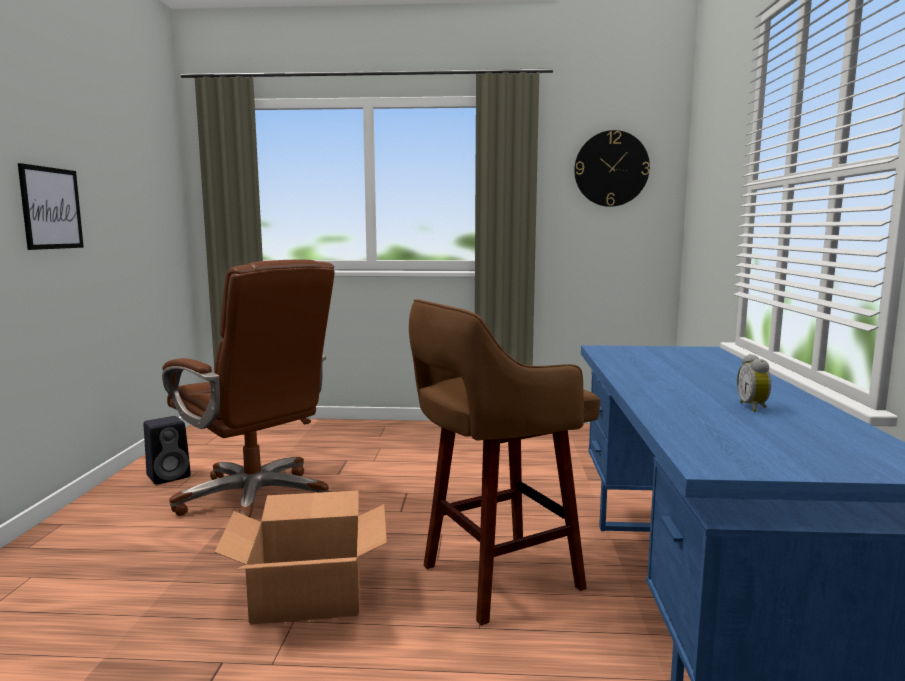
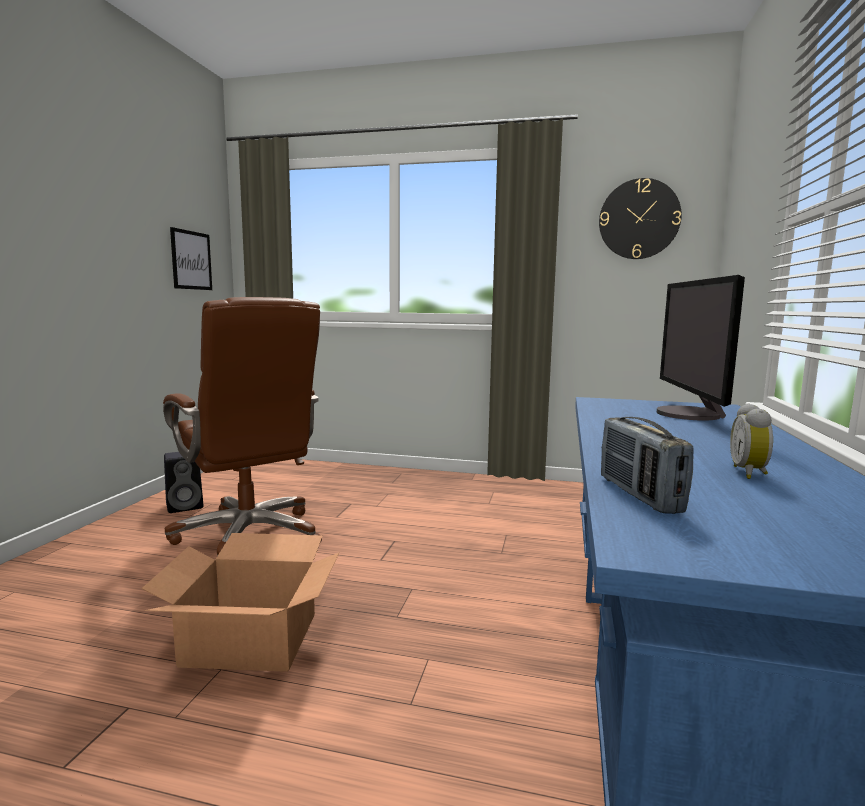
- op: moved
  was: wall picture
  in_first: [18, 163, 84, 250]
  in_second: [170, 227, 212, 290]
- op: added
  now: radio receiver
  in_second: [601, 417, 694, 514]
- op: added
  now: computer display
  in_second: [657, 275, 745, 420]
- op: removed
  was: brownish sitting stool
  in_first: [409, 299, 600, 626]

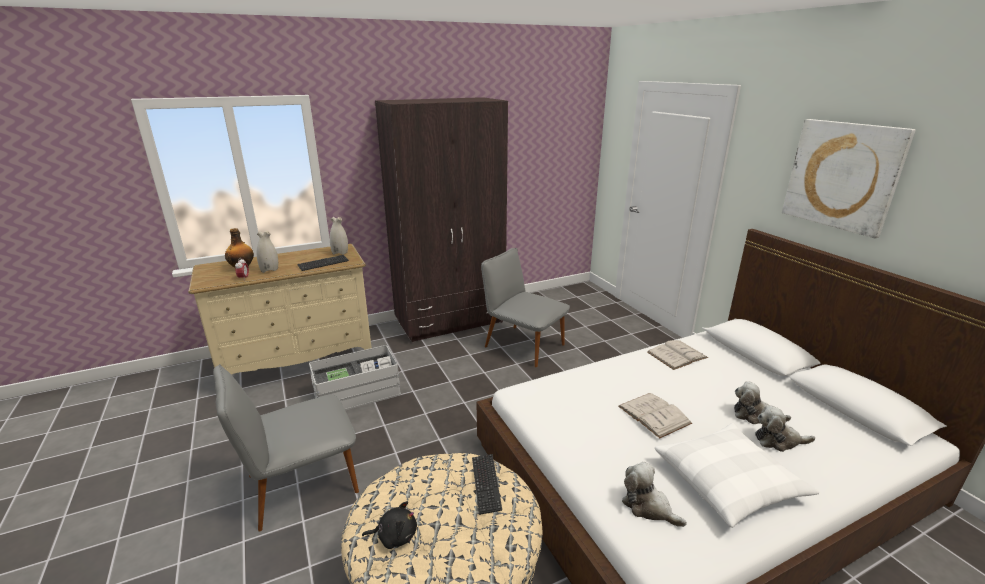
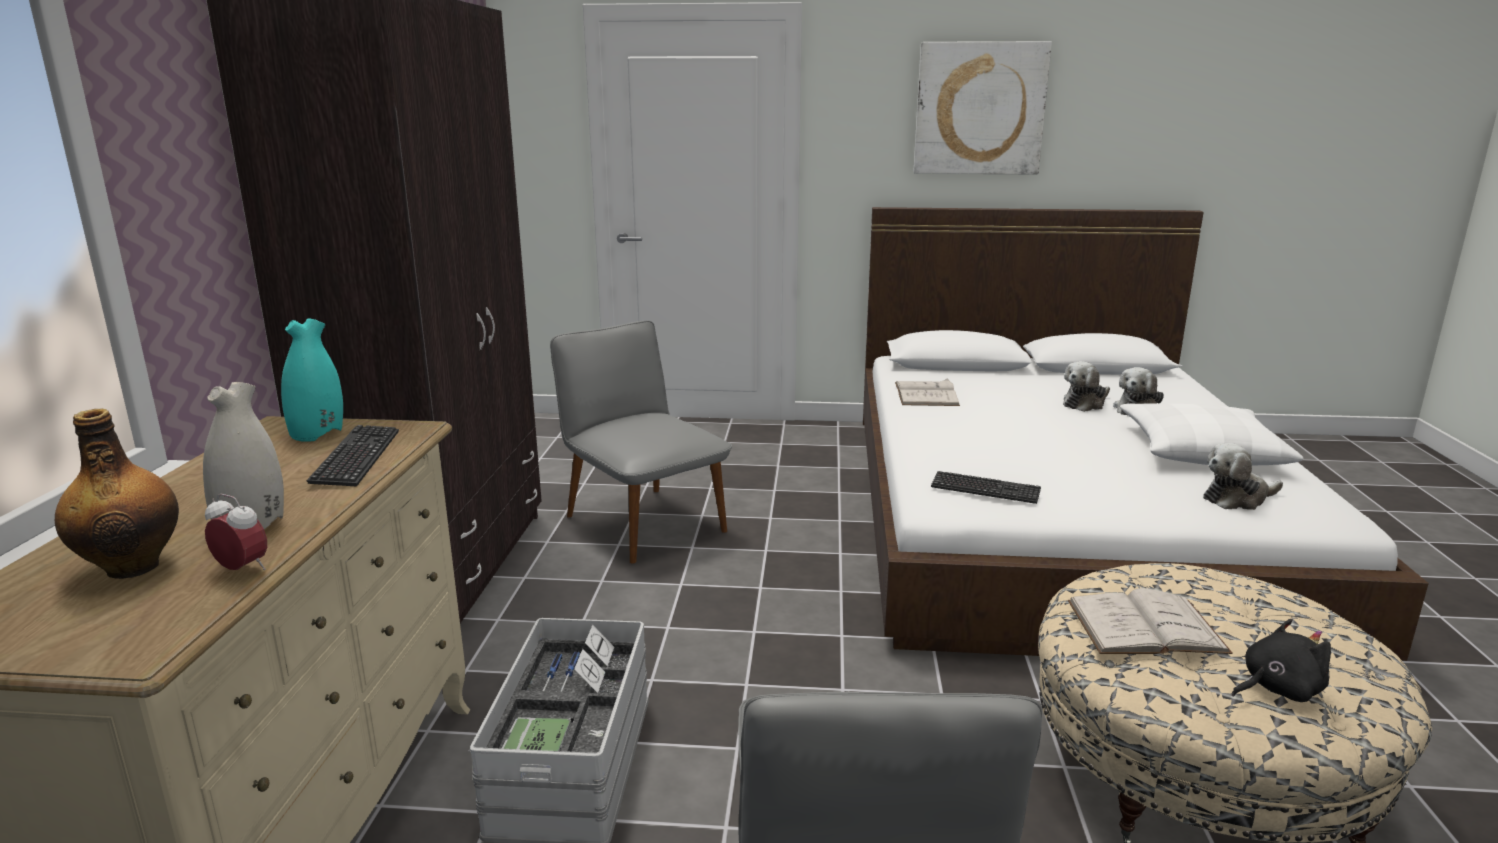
- op: recoloured
  was: white-coloured decorative vase
  now: blue-green decorative vase
  in_first: [330, 217, 348, 255]
  in_second: [281, 319, 343, 442]
- op: turned
  was: gray upright chair
  in_first: [481, 248, 570, 367]
  in_second: [550, 321, 732, 564]
  clockwise: 75
- op: moved
  was: PC keyboard
  in_first: [472, 454, 502, 515]
  in_second: [931, 471, 1041, 504]
- op: moved
  was: white-coloured book
  in_first: [618, 393, 692, 439]
  in_second: [1068, 588, 1233, 654]
- op: turned
  was: blackish cuddly toy
  in_first: [362, 501, 417, 549]
  in_second: [1232, 619, 1331, 702]
  clockwise: 45

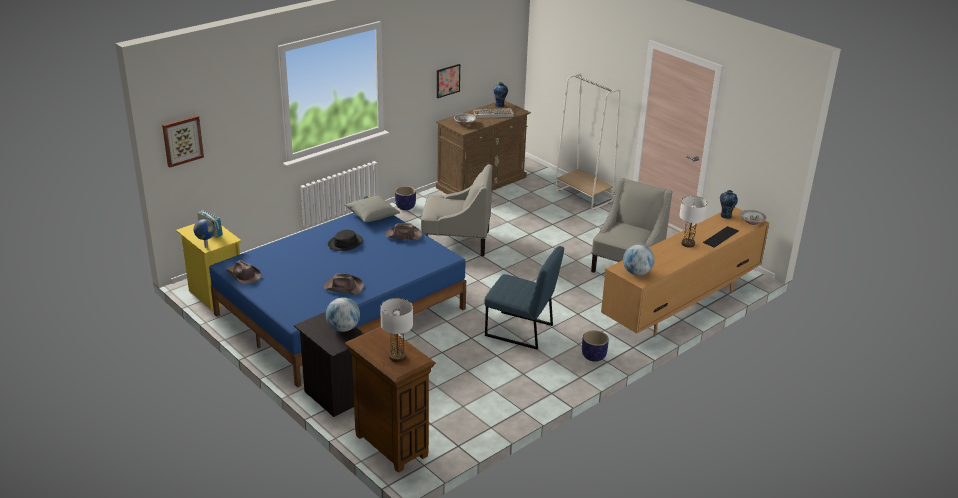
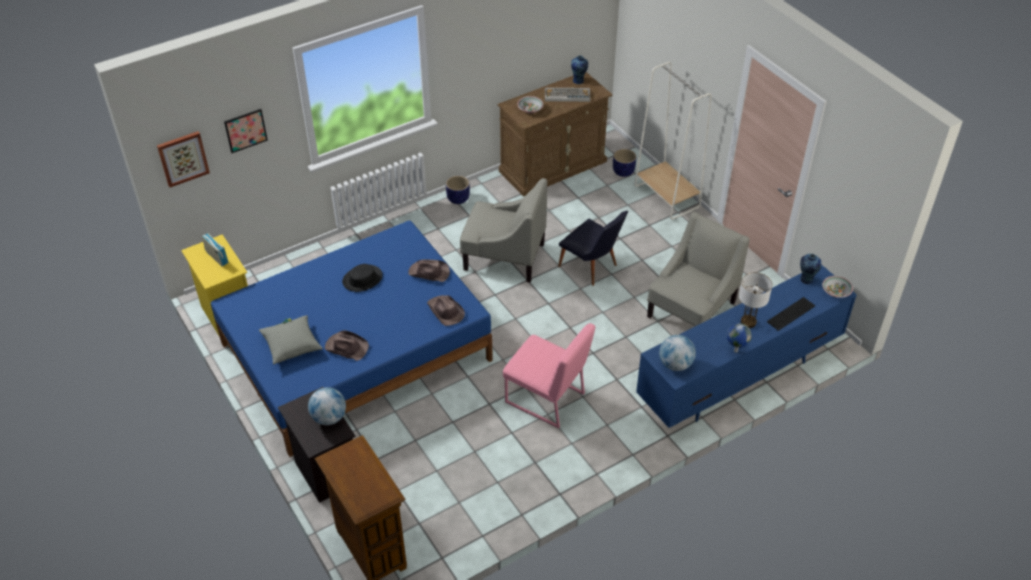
- op: moved
  was: wall picture
  in_first: [437, 64, 460, 98]
  in_second: [224, 109, 268, 153]
- op: moved
  was: gray pillow
  in_first: [345, 196, 400, 222]
  in_second: [259, 315, 323, 364]
- op: moved
  was: brownish clothing hat
  in_first: [226, 260, 261, 285]
  in_second: [427, 295, 465, 326]
- op: recoloured
  was: blue-coloured upright chair
  now: pink-coloured upright chair
  in_first: [484, 246, 564, 350]
  in_second: [503, 323, 595, 428]
- op: added
  now: blackish upright chair
  in_second: [558, 211, 628, 286]
- op: moved
  was: plant pot
  in_first: [582, 330, 609, 362]
  in_second: [613, 149, 636, 177]
- op: recoloured
  was: brownish storage cabinet
  now: blue-coloured storage cabinet
  in_first: [601, 207, 769, 336]
  in_second: [636, 264, 857, 428]
- op: moved
  was: desk globe
  in_first: [194, 219, 215, 248]
  in_second: [727, 323, 752, 353]
- op: removed
  was: table lamp
  in_first: [380, 298, 413, 362]

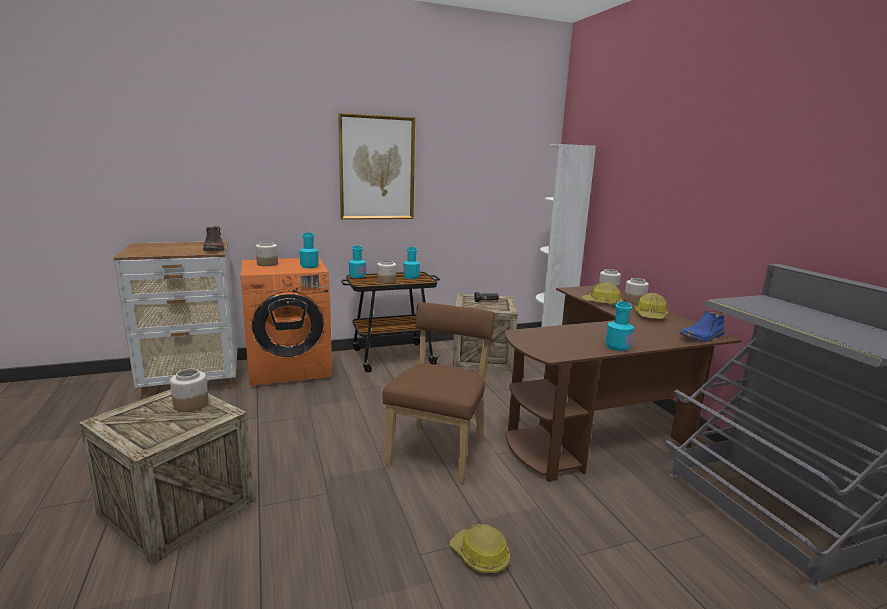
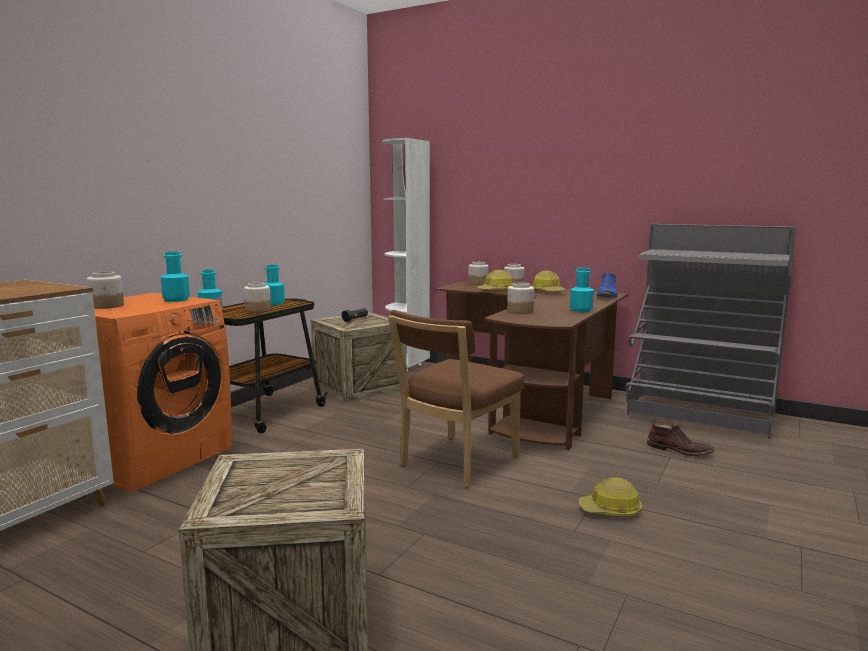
- op: turned
  was: brownish upright chair
  in_first: [383, 302, 495, 483]
  in_second: [388, 310, 524, 488]
  clockwise: -120
- op: moved
  was: preserve jar
  in_first: [170, 369, 209, 412]
  in_second: [507, 282, 534, 314]
- op: moved
  was: brownish tall boot
  in_first: [203, 226, 224, 251]
  in_second: [647, 421, 715, 456]
- op: removed
  was: wall picture
  in_first: [338, 113, 415, 220]

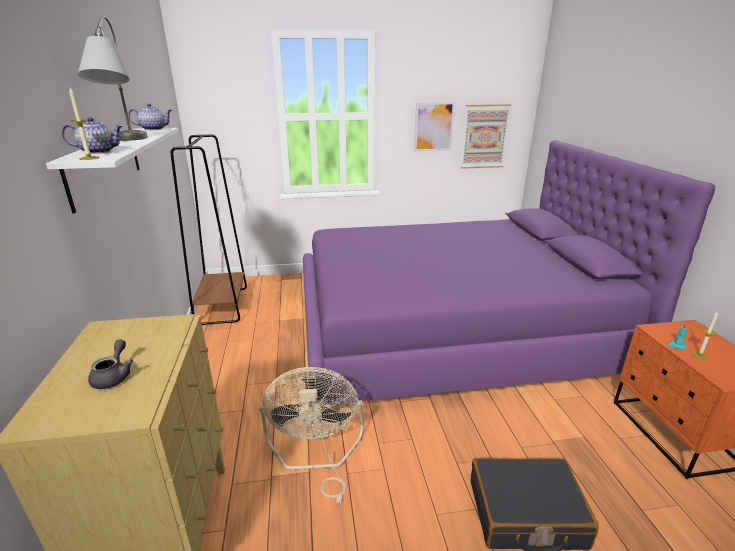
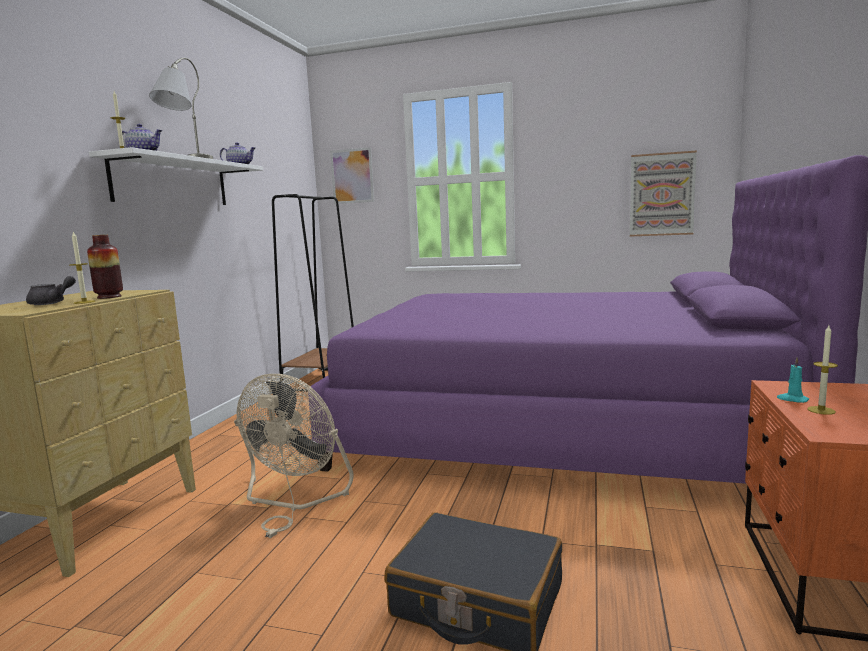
- op: added
  now: candle
  in_second: [70, 232, 95, 304]
- op: added
  now: decorative vase
  in_second: [87, 235, 123, 299]
- op: moved
  was: wall picture
  in_first: [414, 102, 455, 152]
  in_second: [330, 147, 374, 204]

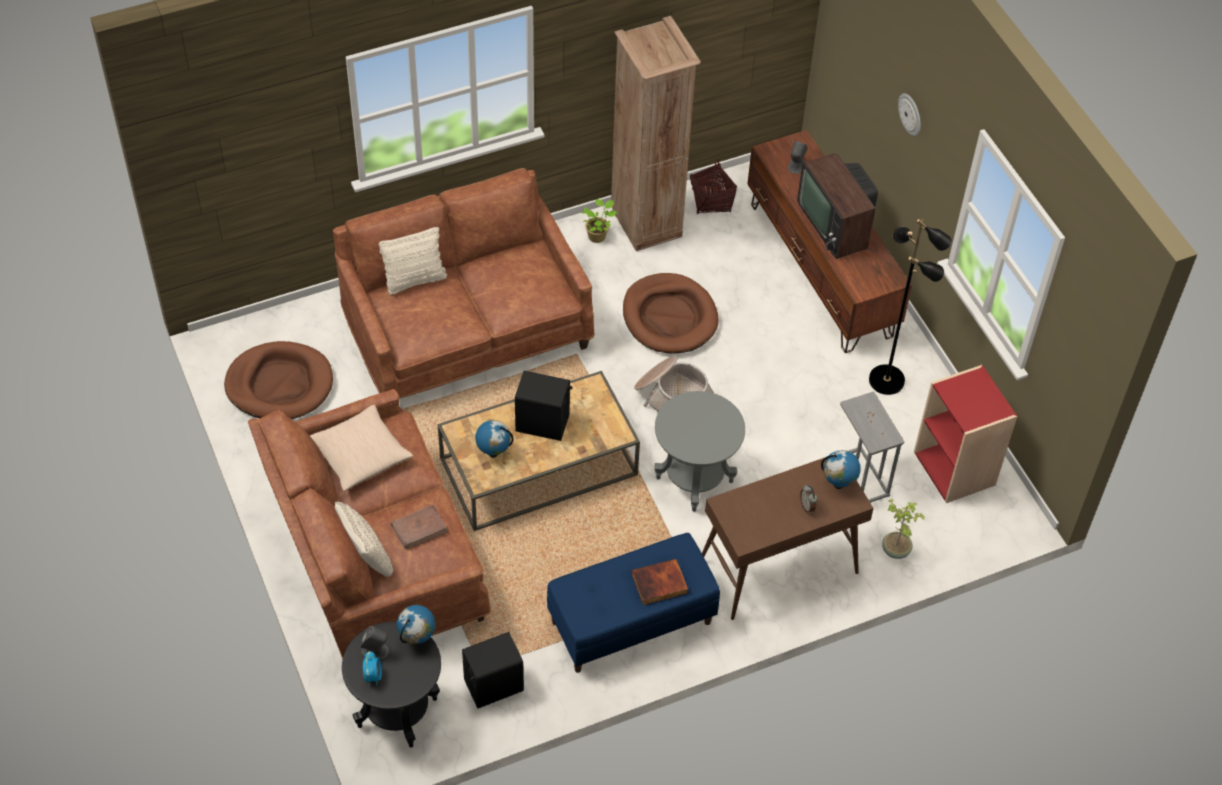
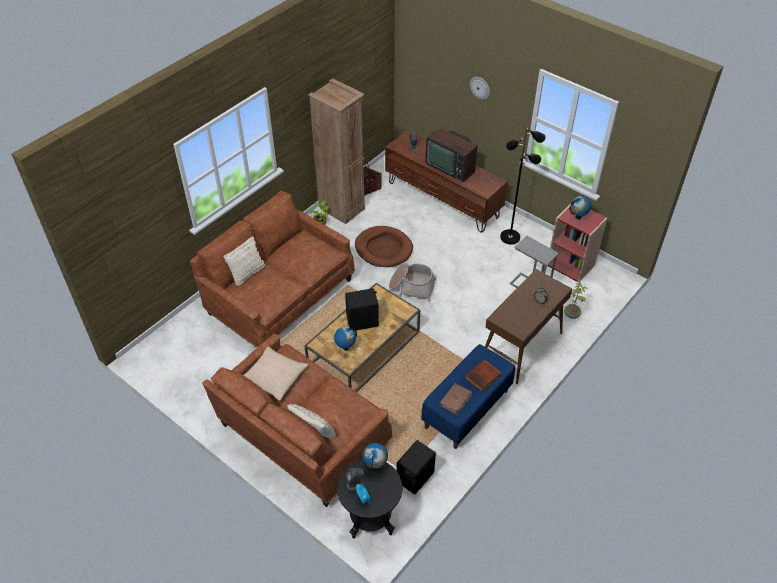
- op: moved
  was: brownish book
  in_first: [391, 505, 448, 550]
  in_second: [439, 383, 473, 415]
- op: moved
  was: desk globe
  in_first: [821, 450, 861, 489]
  in_second: [570, 196, 591, 220]
- op: removed
  was: brownish dog cushion
  in_first: [224, 341, 333, 419]
- op: removed
  was: gray accent table
  in_first: [655, 391, 745, 512]

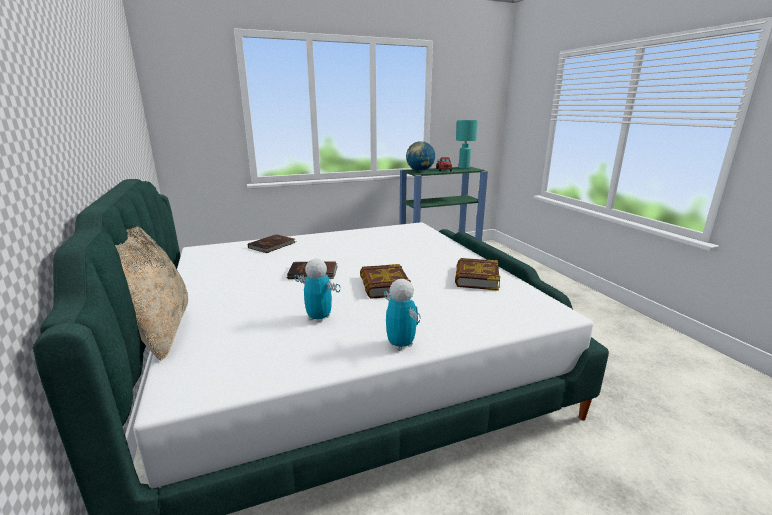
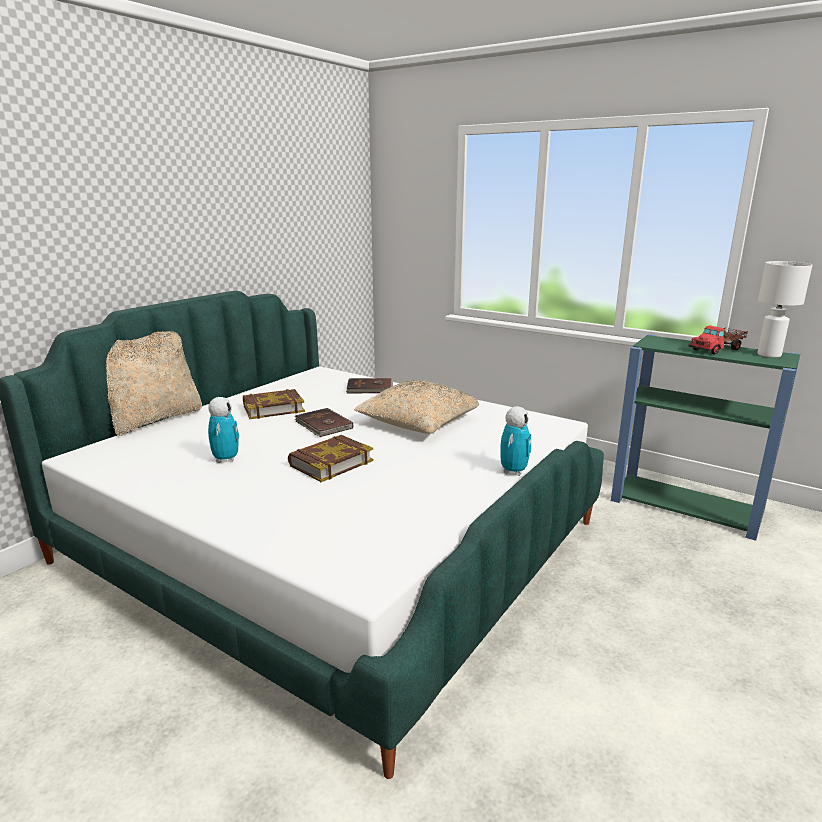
- op: moved
  was: book
  in_first: [455, 258, 500, 291]
  in_second: [243, 389, 305, 419]
- op: added
  now: beige pillow
  in_second: [354, 380, 479, 434]
- op: moved
  was: robot figure
  in_first: [384, 279, 421, 351]
  in_second: [500, 406, 531, 476]
- op: recoloured
  was: blue-green table lamp
  now: white-coloured table lamp
  in_first: [456, 120, 478, 169]
  in_second: [757, 261, 812, 358]
- op: removed
  was: desk globe
  in_first: [406, 141, 435, 171]

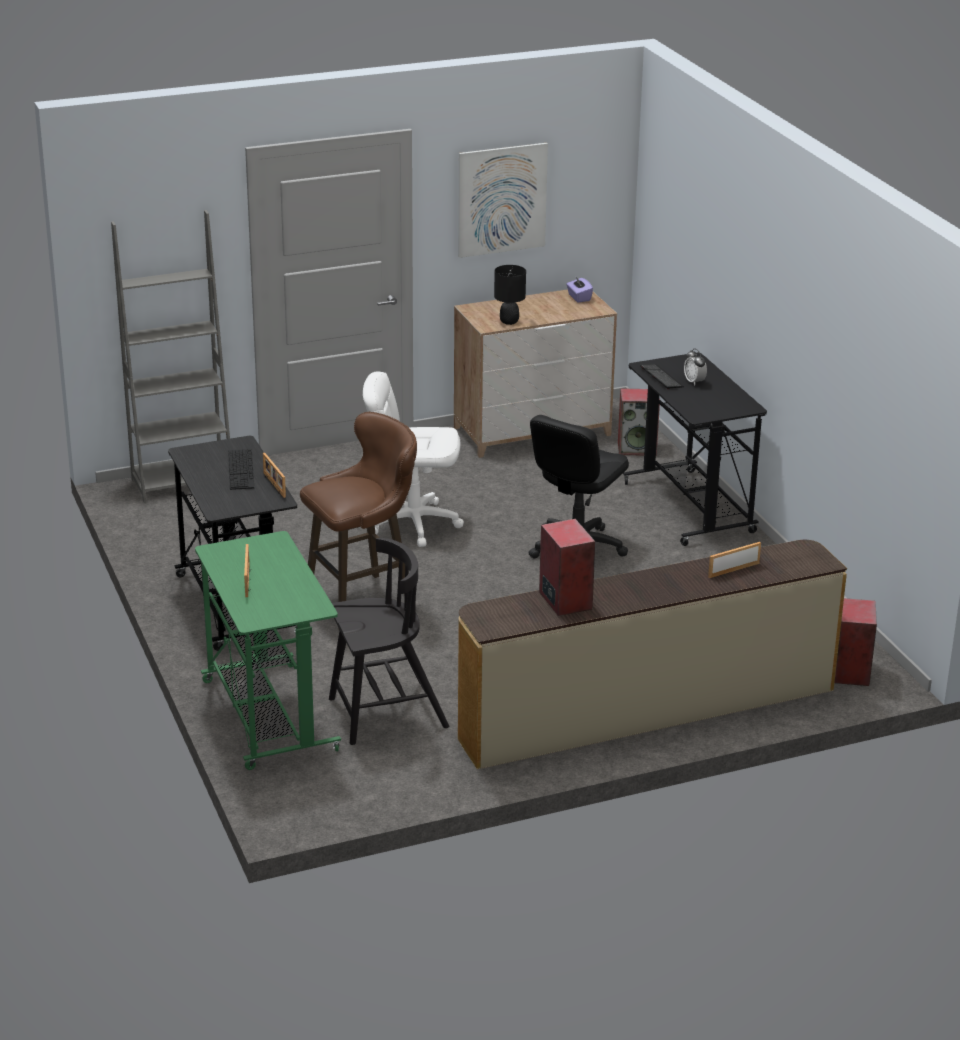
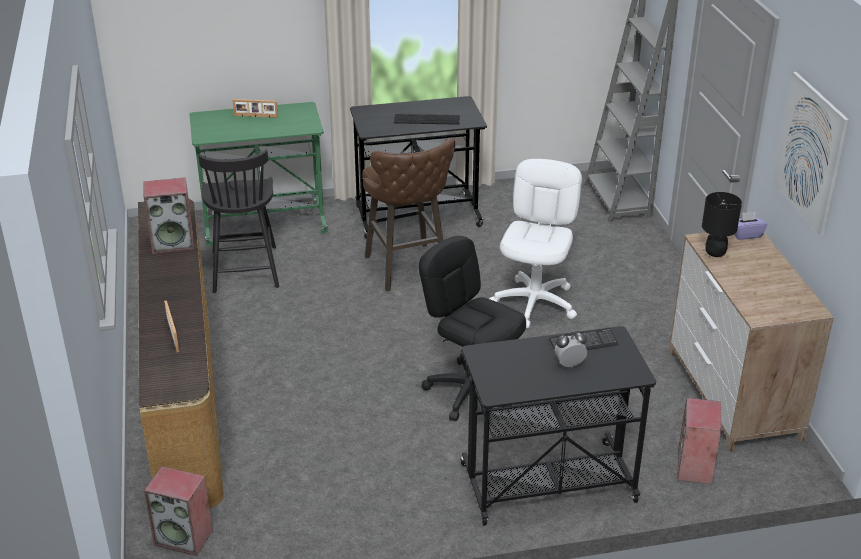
- op: moved
  was: purple-coloured tissue holder
  in_first: [566, 277, 593, 303]
  in_second: [734, 212, 767, 240]
- op: removed
  was: picture frame
  in_first: [263, 453, 286, 498]

